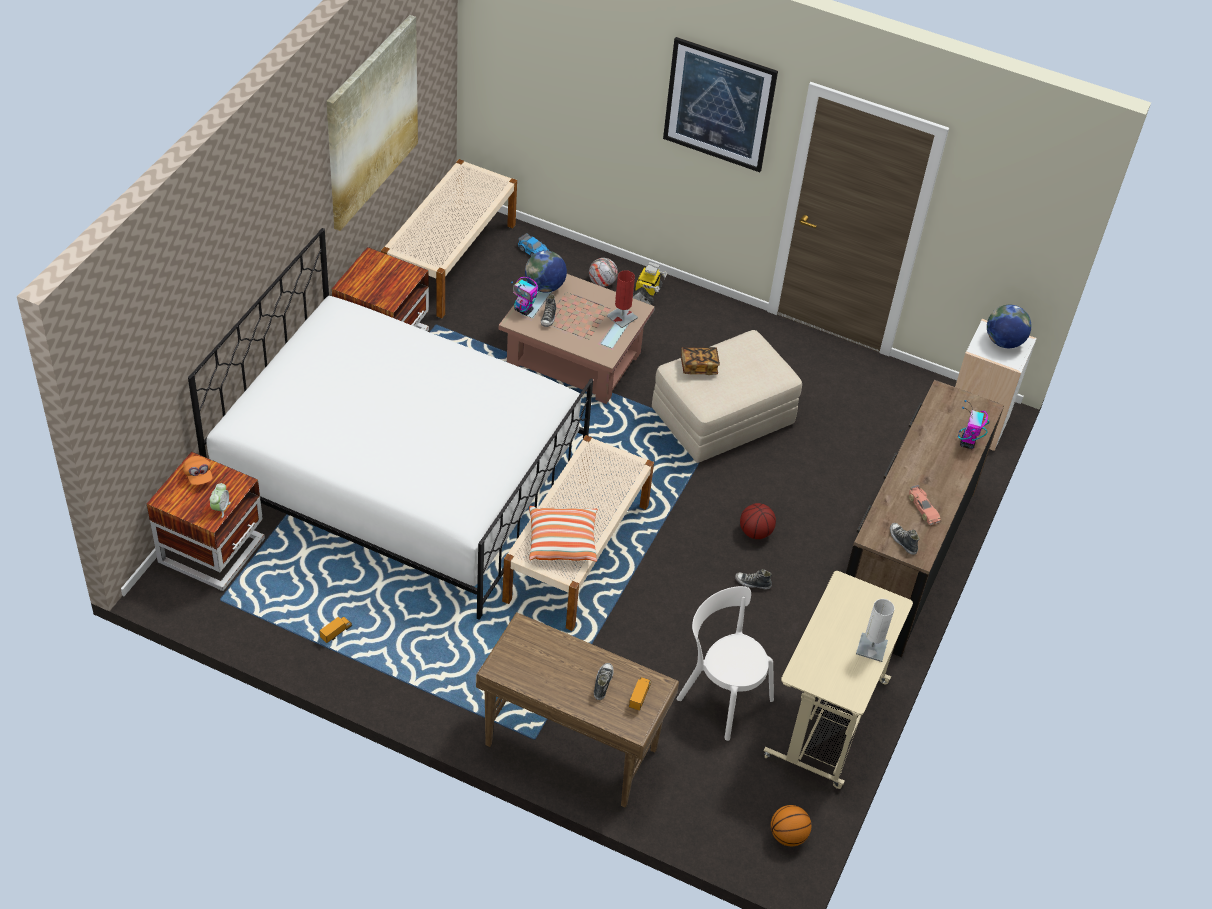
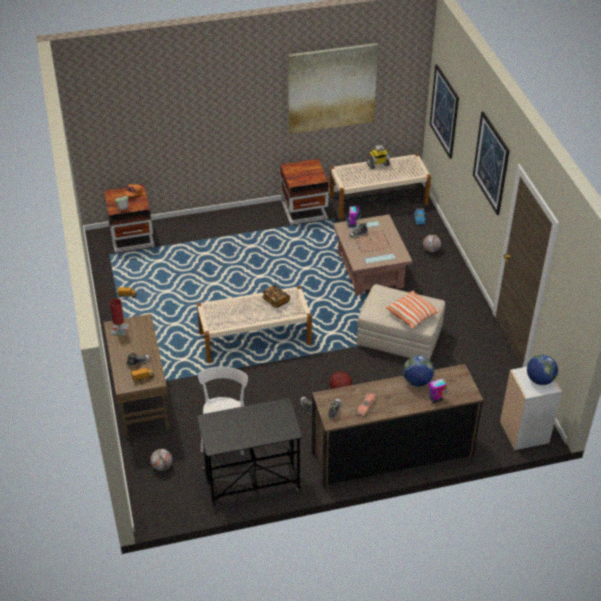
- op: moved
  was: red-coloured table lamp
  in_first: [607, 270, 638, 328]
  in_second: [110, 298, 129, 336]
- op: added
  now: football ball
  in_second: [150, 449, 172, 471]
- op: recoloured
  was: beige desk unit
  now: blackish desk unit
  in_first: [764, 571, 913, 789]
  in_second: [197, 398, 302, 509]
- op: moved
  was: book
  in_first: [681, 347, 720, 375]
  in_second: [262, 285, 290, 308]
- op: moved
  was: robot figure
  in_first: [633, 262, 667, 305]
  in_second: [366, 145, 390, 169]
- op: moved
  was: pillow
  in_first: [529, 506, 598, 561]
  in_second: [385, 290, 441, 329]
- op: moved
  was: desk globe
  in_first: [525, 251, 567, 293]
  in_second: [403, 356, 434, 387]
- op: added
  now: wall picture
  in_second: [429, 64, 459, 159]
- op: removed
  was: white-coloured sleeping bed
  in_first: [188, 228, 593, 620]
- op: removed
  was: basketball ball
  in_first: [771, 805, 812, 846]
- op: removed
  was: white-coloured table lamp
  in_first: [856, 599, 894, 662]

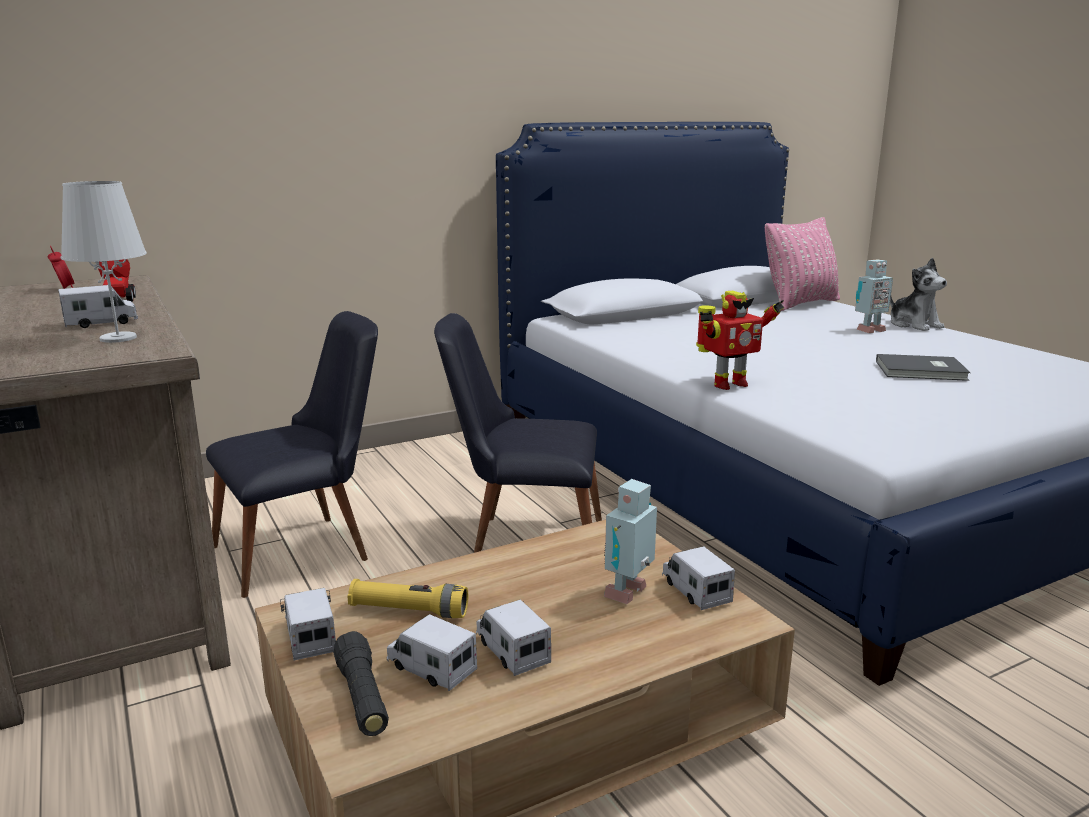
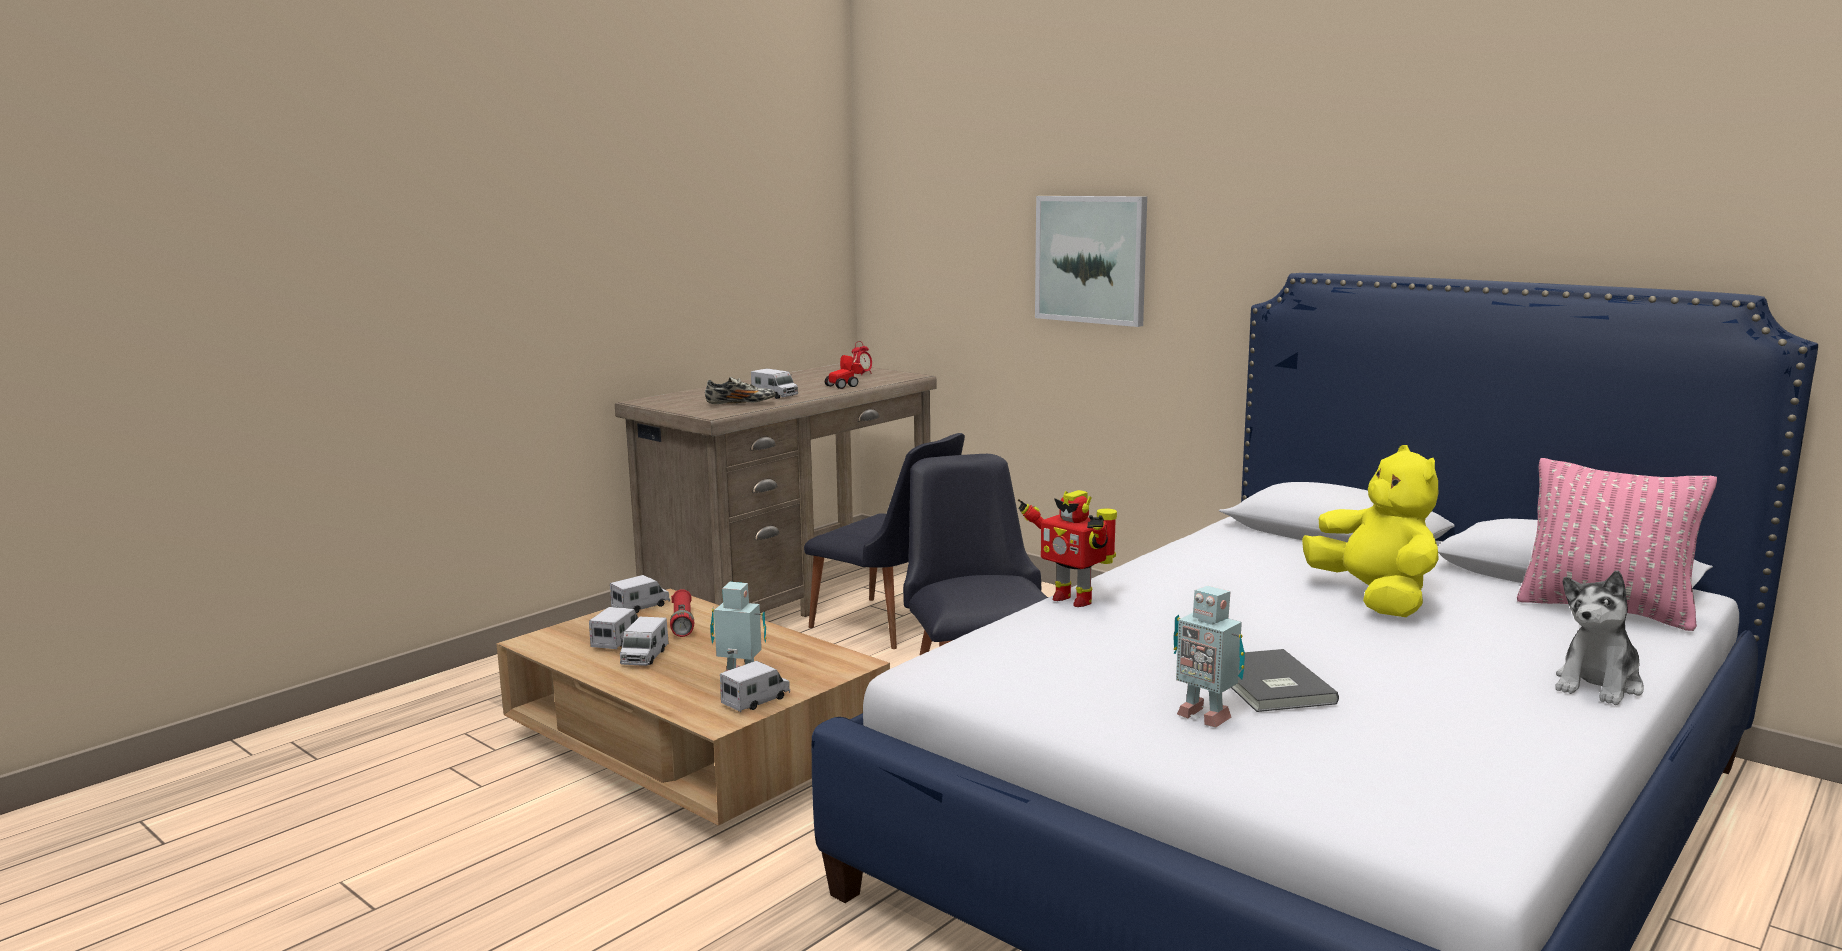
- op: turned
  was: toy lorry
  in_first: [476, 600, 551, 676]
  in_second: [620, 617, 669, 666]
  clockwise: 150
- op: recoloured
  was: yellow torch
  now: red-coloured torch
  in_first: [347, 579, 468, 618]
  in_second: [670, 589, 694, 637]
- op: replaced
  was: white-coloured table lamp
  now: shoe
  in_first: [61, 181, 147, 343]
  in_second: [705, 377, 776, 404]
- op: added
  now: wall picture
  in_second: [1035, 196, 1147, 327]
- op: moved
  was: robot figure
  in_first: [855, 260, 893, 333]
  in_second: [1173, 586, 1245, 727]
- op: added
  now: yellow cuddly toy
  in_second: [1302, 445, 1439, 617]
- op: removed
  was: blackish torch
  in_first: [333, 631, 389, 736]

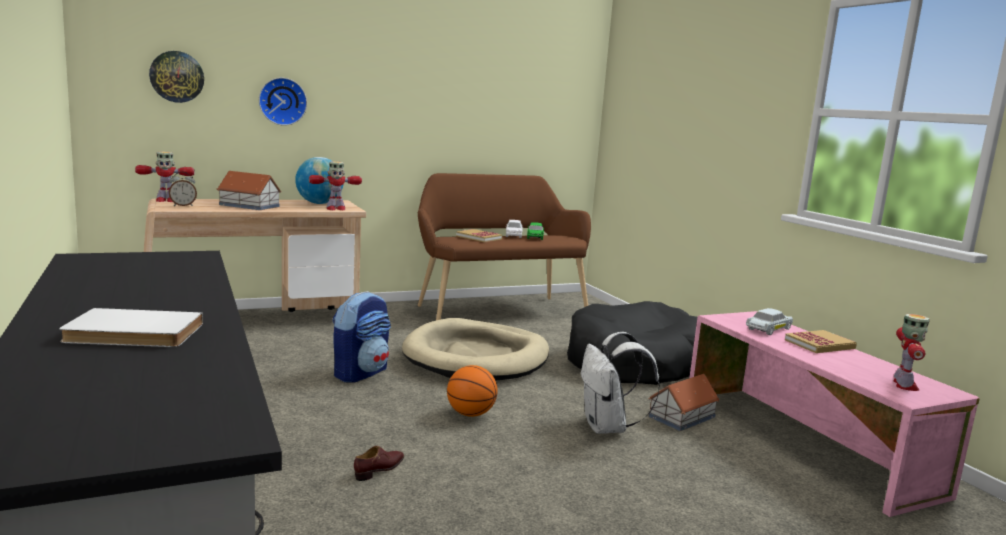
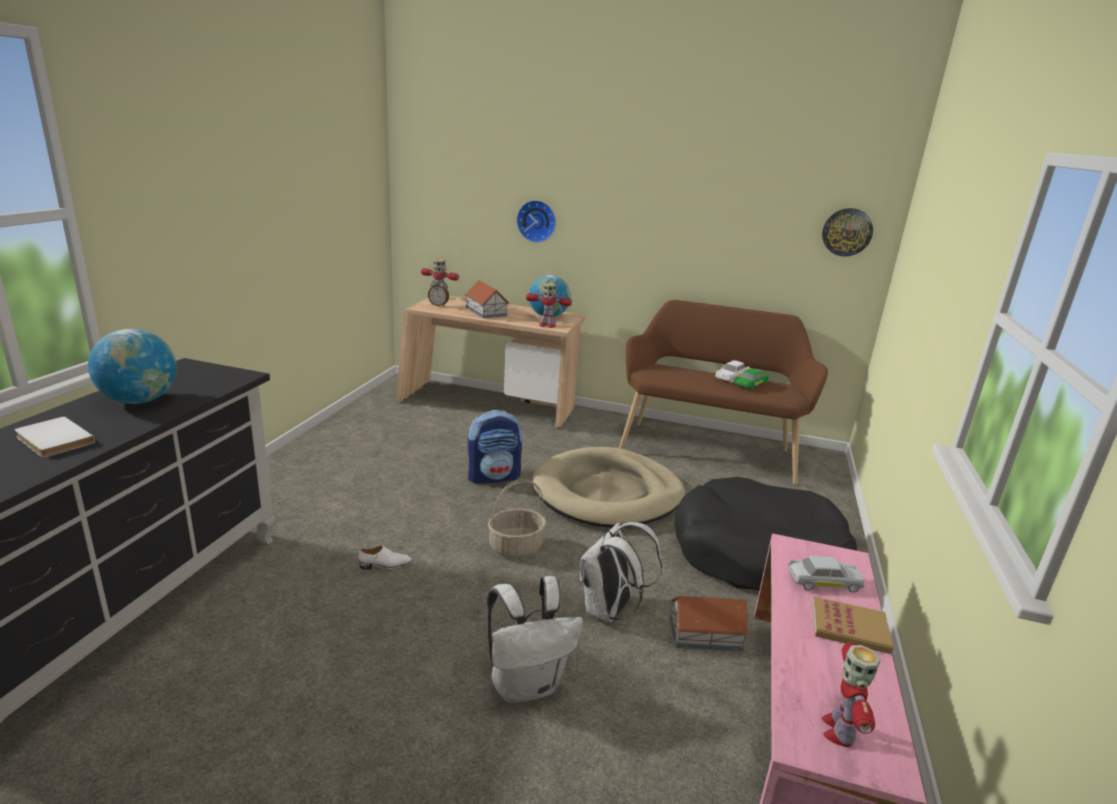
- op: added
  now: desk globe
  in_second: [88, 329, 177, 404]
- op: recoloured
  was: brownish shoe
  now: white-coloured shoe
  in_first: [354, 446, 404, 481]
  in_second: [359, 546, 411, 570]
- op: added
  now: white-coloured rucksack
  in_second: [487, 576, 583, 703]
- op: replaced
  was: basketball ball
  now: storage basket
  in_first: [447, 365, 498, 417]
  in_second: [488, 479, 547, 558]
- op: turned
  was: robot figure
  in_first: [894, 314, 930, 391]
  in_second: [821, 642, 880, 747]
  clockwise: 135
- op: moved
  was: clock on the wall
  in_first: [149, 51, 204, 103]
  in_second: [822, 208, 873, 257]
- op: removed
  was: book
  in_first: [456, 229, 502, 242]

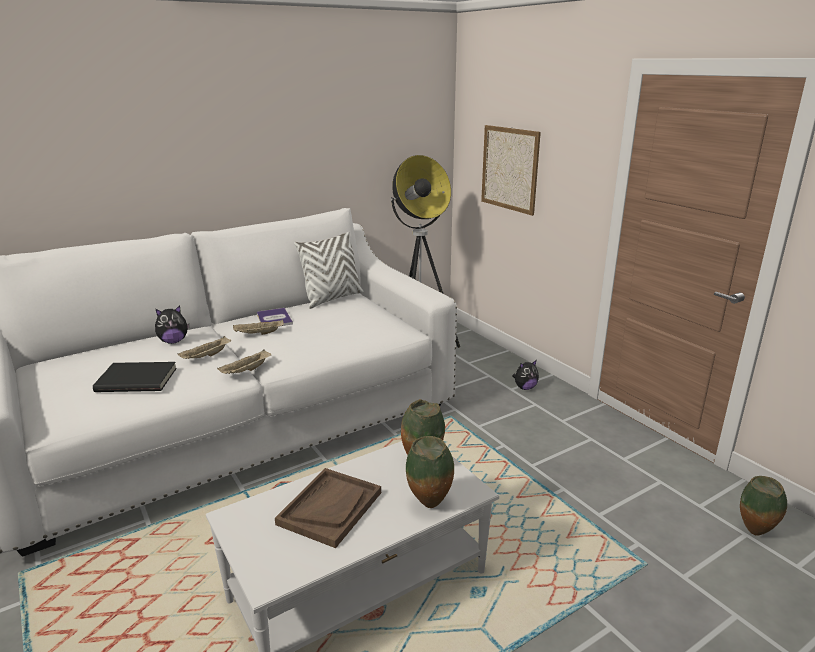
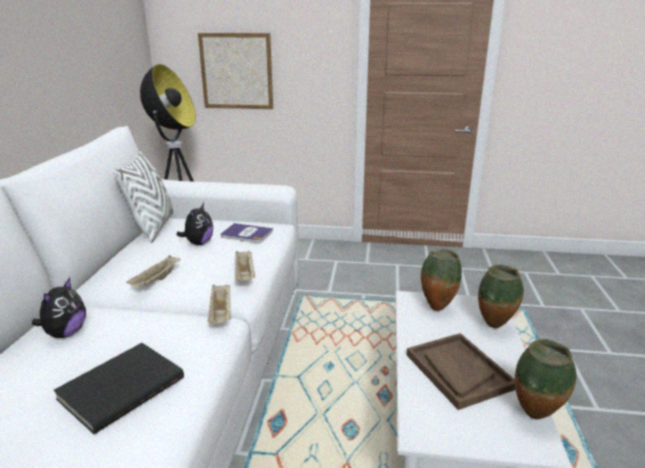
- op: moved
  was: cuddly toy
  in_first: [513, 360, 539, 390]
  in_second: [177, 203, 213, 245]
- op: moved
  was: book
  in_first: [257, 308, 293, 326]
  in_second: [221, 223, 273, 243]
- op: moved
  was: beige serving tray
  in_first: [178, 336, 231, 359]
  in_second: [235, 251, 255, 281]
- op: moved
  was: decorative vase
  in_first: [740, 476, 787, 536]
  in_second: [515, 339, 576, 419]

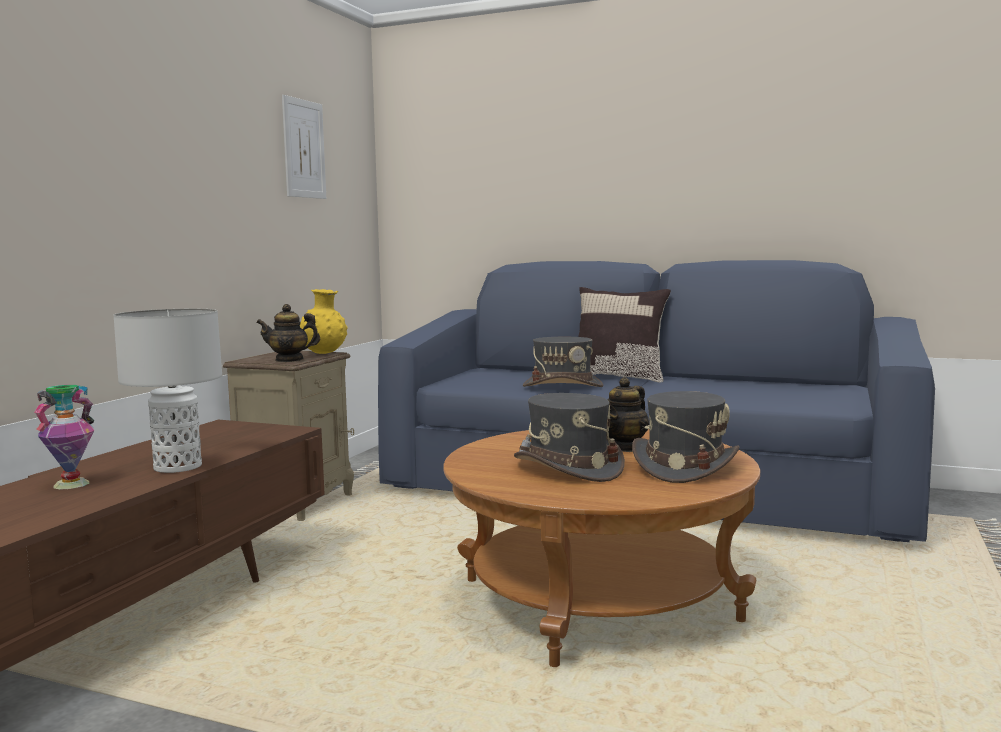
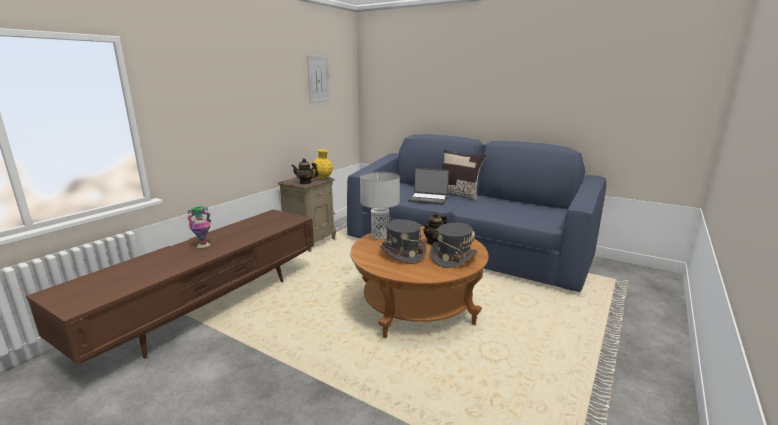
- op: moved
  was: white-coloured table lamp
  in_first: [114, 309, 222, 473]
  in_second: [360, 172, 400, 240]
- op: replaced
  was: gray clothing hat
  now: laptop
  in_first: [523, 337, 604, 387]
  in_second: [408, 168, 449, 205]

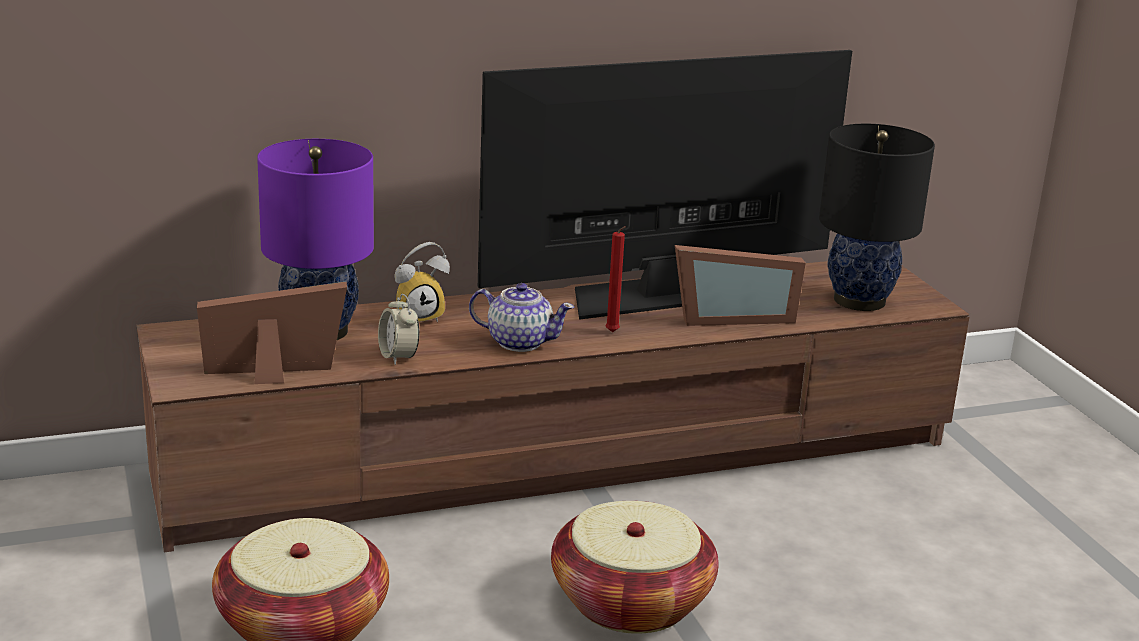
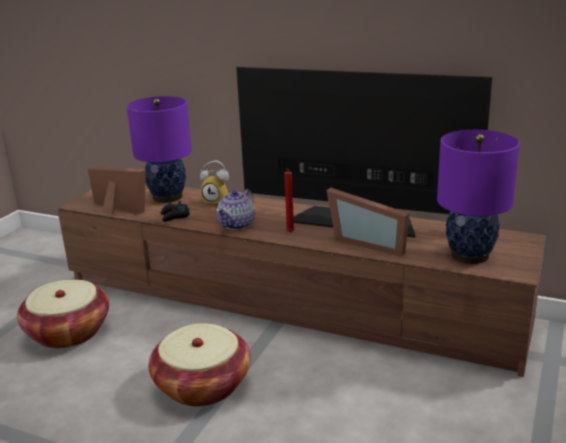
- op: replaced
  was: bedside clock
  now: blackish gamepad
  in_first: [378, 294, 419, 365]
  in_second: [161, 201, 190, 222]
- op: turned
  was: tea pot
  in_first: [469, 283, 574, 352]
  in_second: [216, 189, 255, 230]
  clockwise: 60
- op: recoloured
  was: blackish table lamp
  now: purple-coloured table lamp
  in_first: [819, 124, 935, 311]
  in_second: [437, 130, 520, 264]

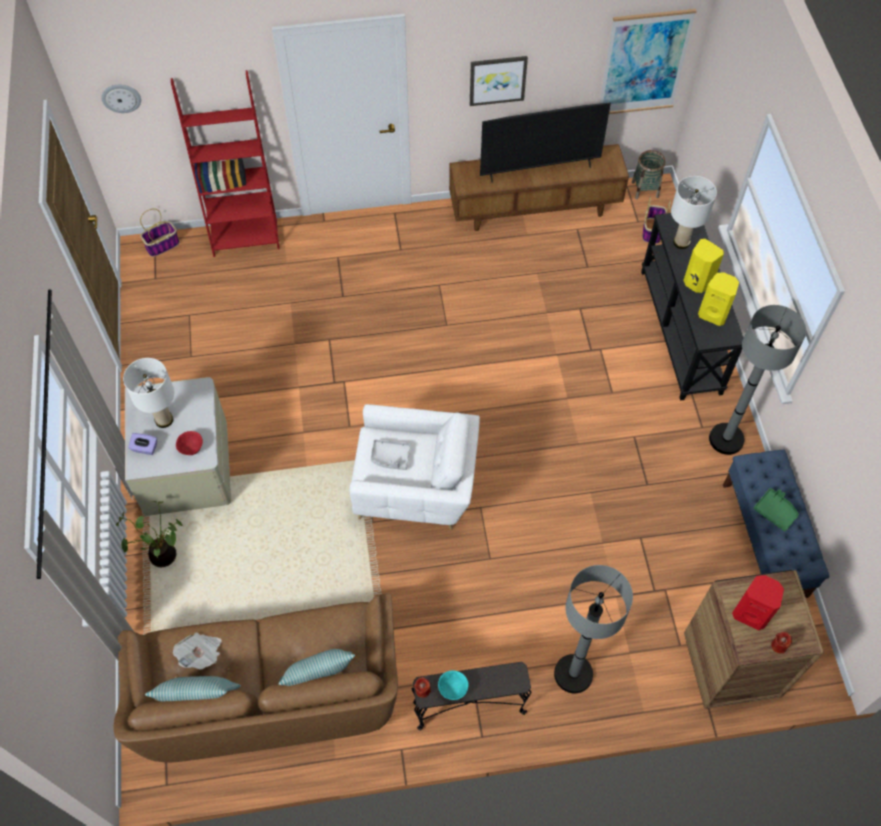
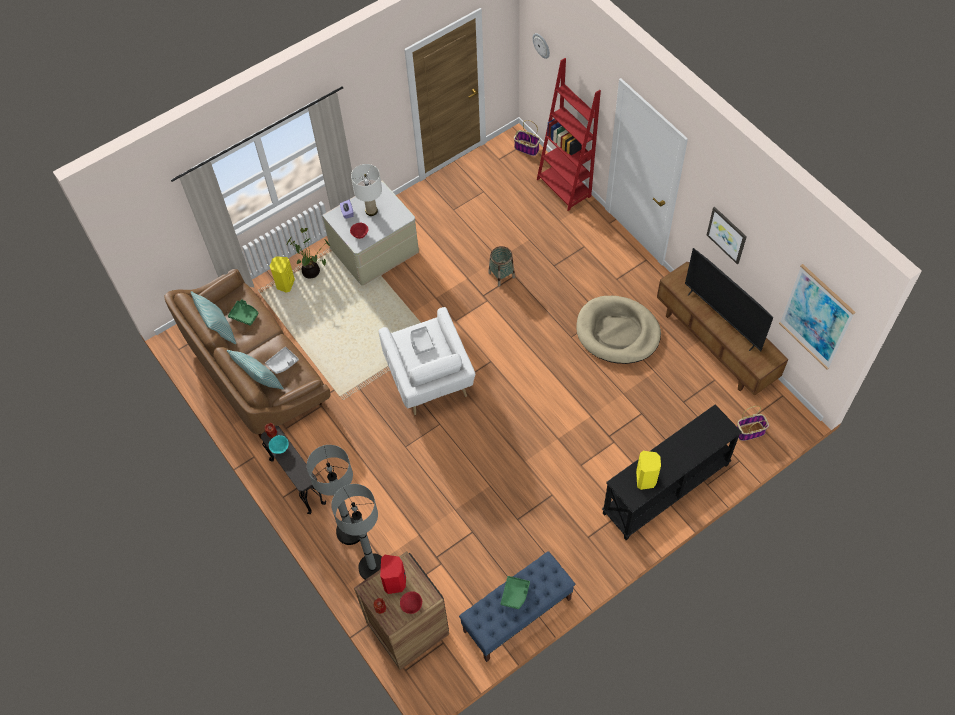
- op: replaced
  was: daily paper
  now: green-coloured serving tray
  in_first: [173, 633, 222, 669]
  in_second: [228, 299, 259, 326]
- op: added
  now: gray serving tray
  in_second: [265, 347, 299, 374]
- op: moved
  was: yellow audio speaker
  in_first: [683, 239, 724, 293]
  in_second: [270, 256, 295, 293]
- op: moved
  was: gray standard lamp
  in_first: [709, 305, 806, 455]
  in_second: [331, 484, 382, 580]
- op: added
  now: red-coloured deep dish
  in_second: [400, 591, 422, 614]
- op: moved
  was: storage basket
  in_first: [632, 150, 666, 199]
  in_second: [488, 246, 515, 286]
- op: added
  now: beige dog cushion
  in_second: [576, 296, 661, 364]
- op: removed
  was: white-coloured table lamp
  in_first: [671, 176, 717, 249]

